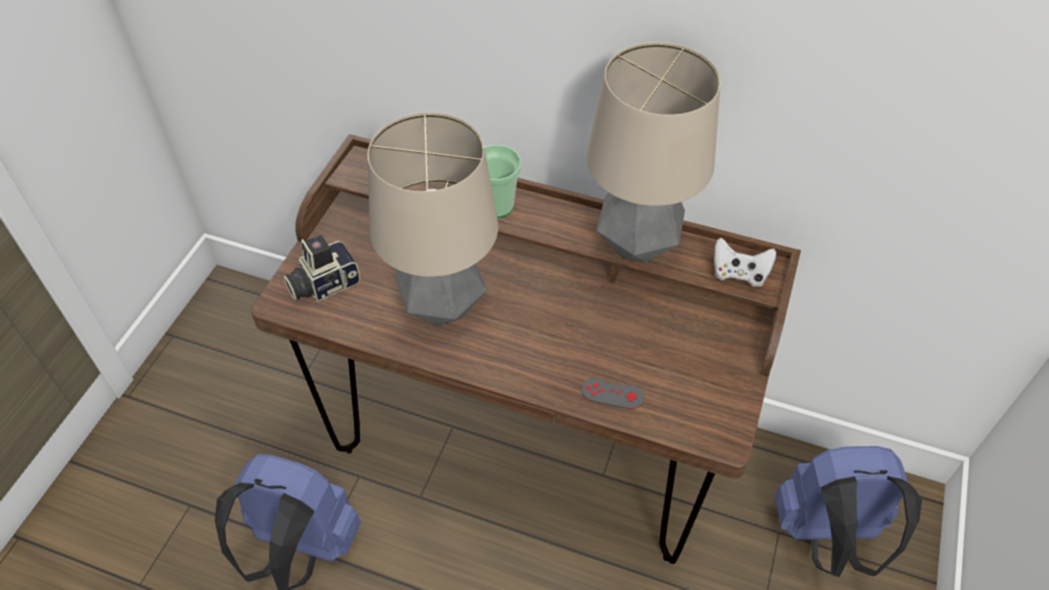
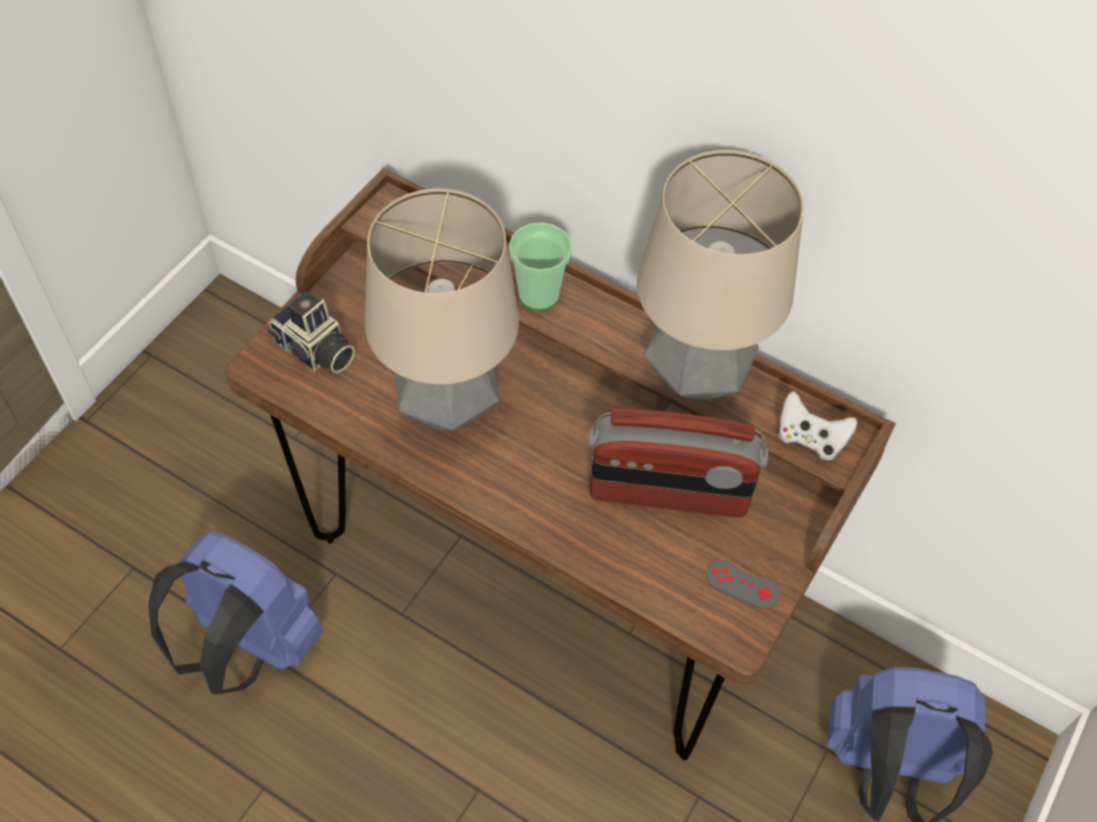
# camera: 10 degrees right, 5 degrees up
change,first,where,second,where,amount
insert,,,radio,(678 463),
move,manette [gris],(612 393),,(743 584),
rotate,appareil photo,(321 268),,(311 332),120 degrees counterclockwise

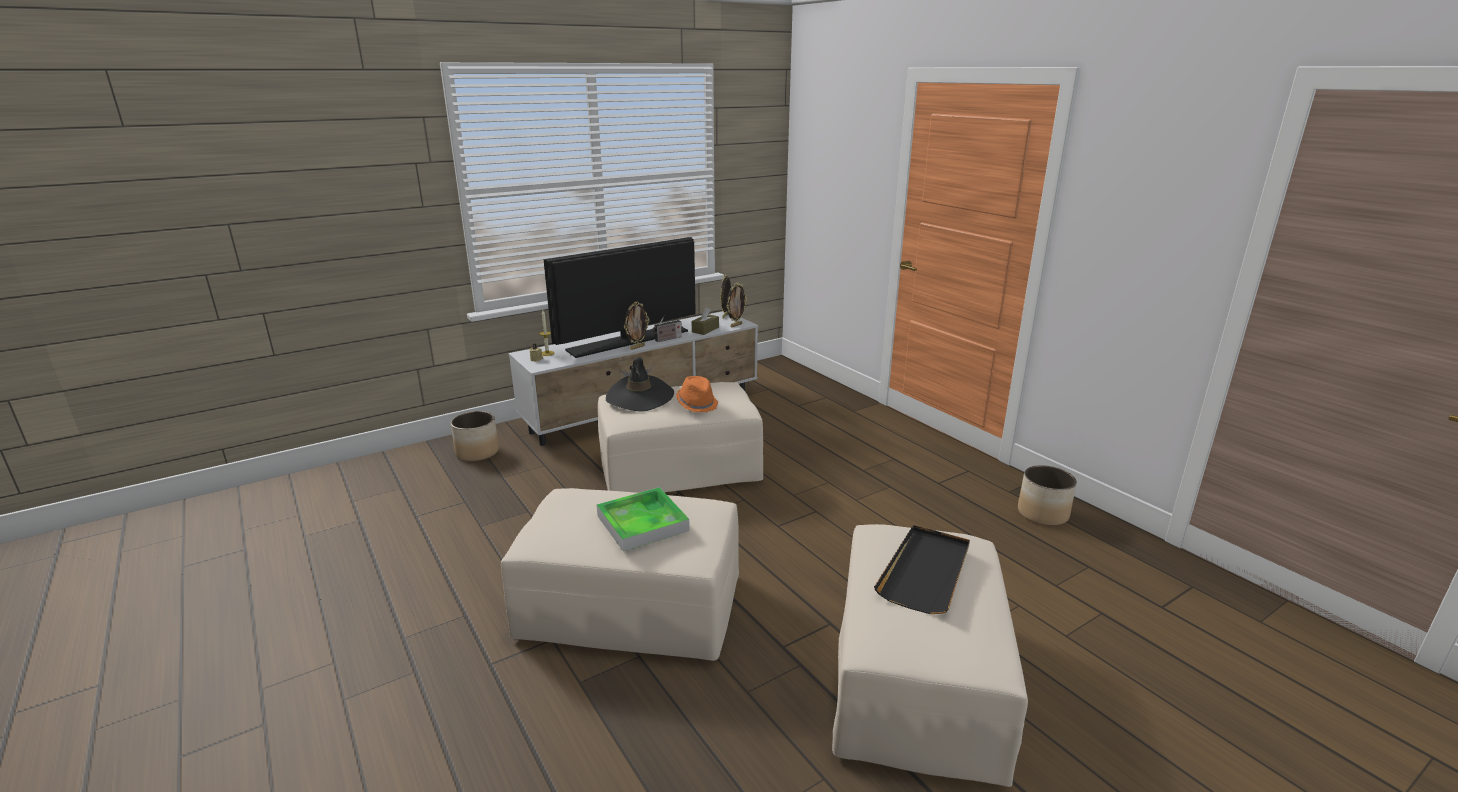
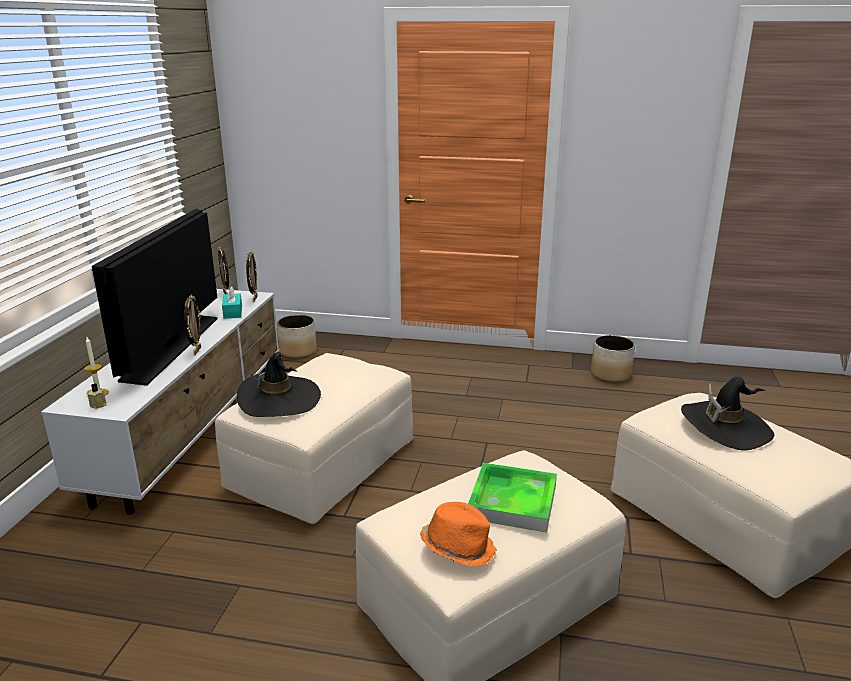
# camera: 45 degrees left, 0 degrees up
change,first,where,second,where,amount
delete,radio,(667 328),,,
move,cache-pot,(475 436),,(297 336),
move,chapeau [orange],(697 394),,(458 534),
replace,plateau [noir],(922 569),chapeau [noir],(727 413),
recolor,boîte à mouchoirs [marron],(705 321),boîte à mouchoirs [turquoise],(232 302),

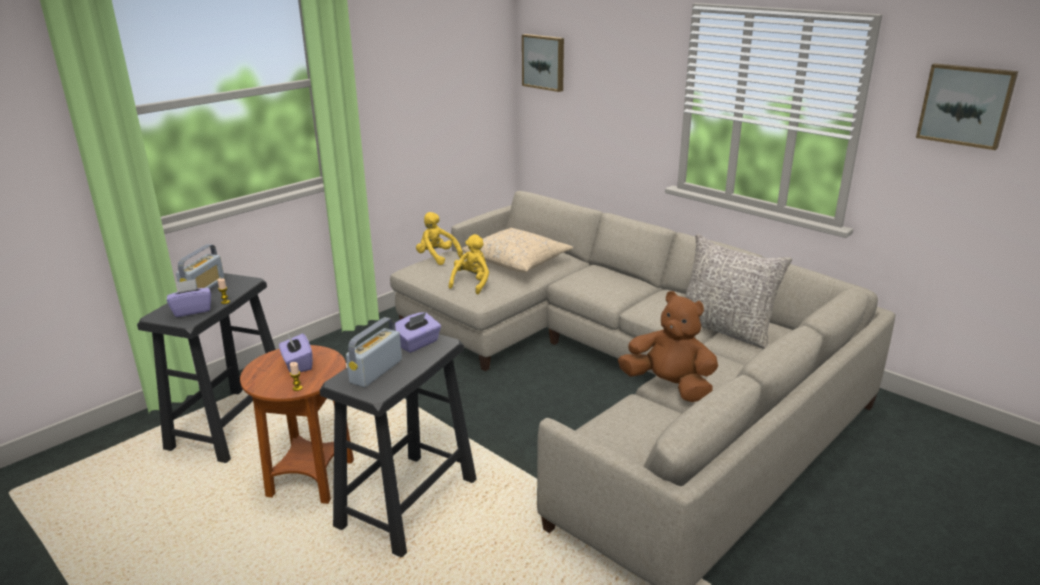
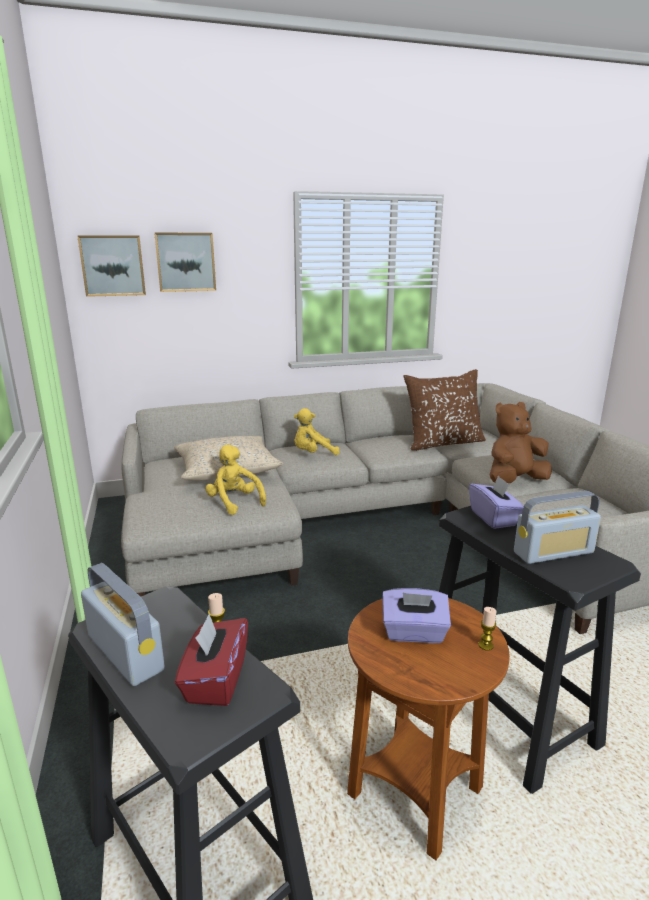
# camera: 60 degrees left, 5 degrees down
change,first,where,second,where,amount
move,peluche [jaune],(439 238),,(317 432),
move,tableau,(967 106),,(185 262),
recolor,boîte à mouchoirs [violet],(189 298),boîte à mouchoirs [rouge],(211 660),
recolor,coussin [gris],(738 291),coussin [marron],(444 410),
rotate,radio,(374 352),,(557 527),75 degrees counterclockwise

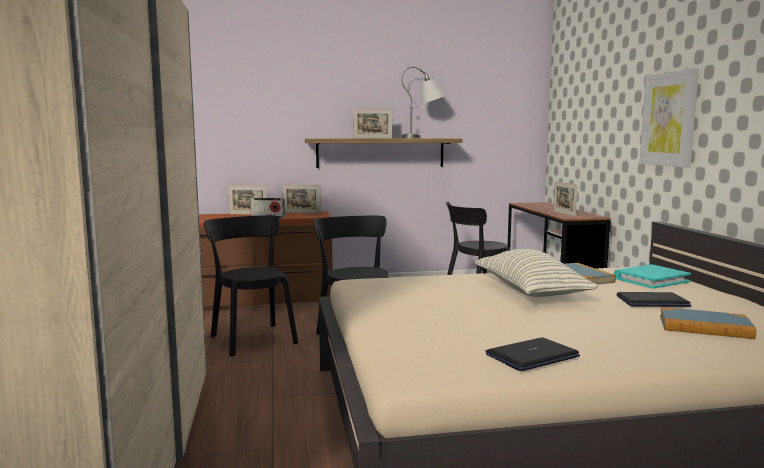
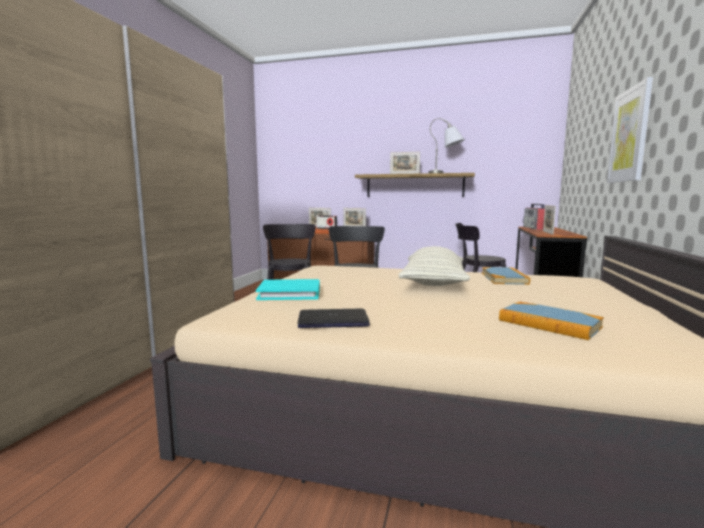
# camera: 25 degrees right, 0 degrees up
change,first,where,second,where,amount
delete,ordinateur portable,(654 299),,,
insert,,,radio,(534 216),
move,livre [turquoise],(652 276),,(288 289),

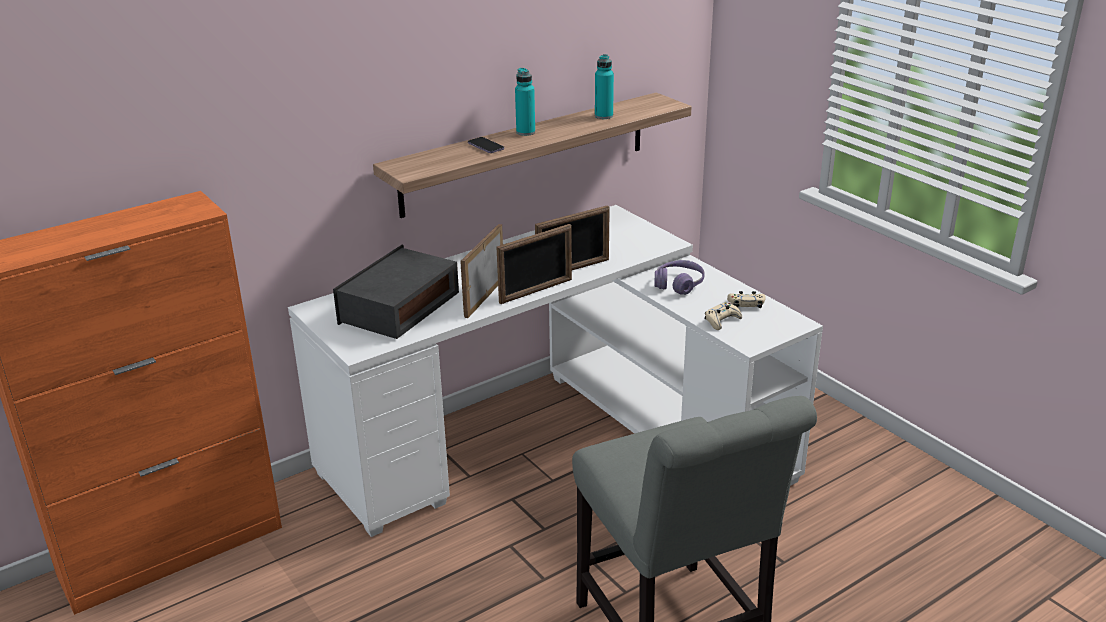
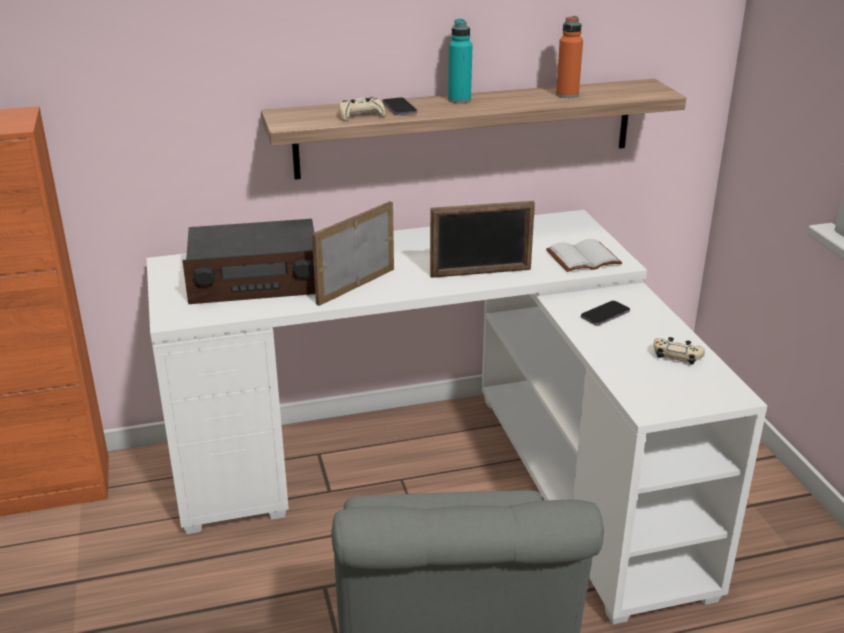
# camera: 20 degrees right, 0 degrees up
change,first,where,second,where,amount
delete,cadre photo,(534 264),,,
insert,,,livre [blanc],(584 255),
move,manette [beige],(723 316),,(362 109),
replace,casque audio [violet],(679 277),téléphone,(605 313),
recolor,bouteille [turquoise],(604 86),bouteille [orange],(569 57),
rotate,radio,(396 292),,(248 261),150 degrees counterclockwise

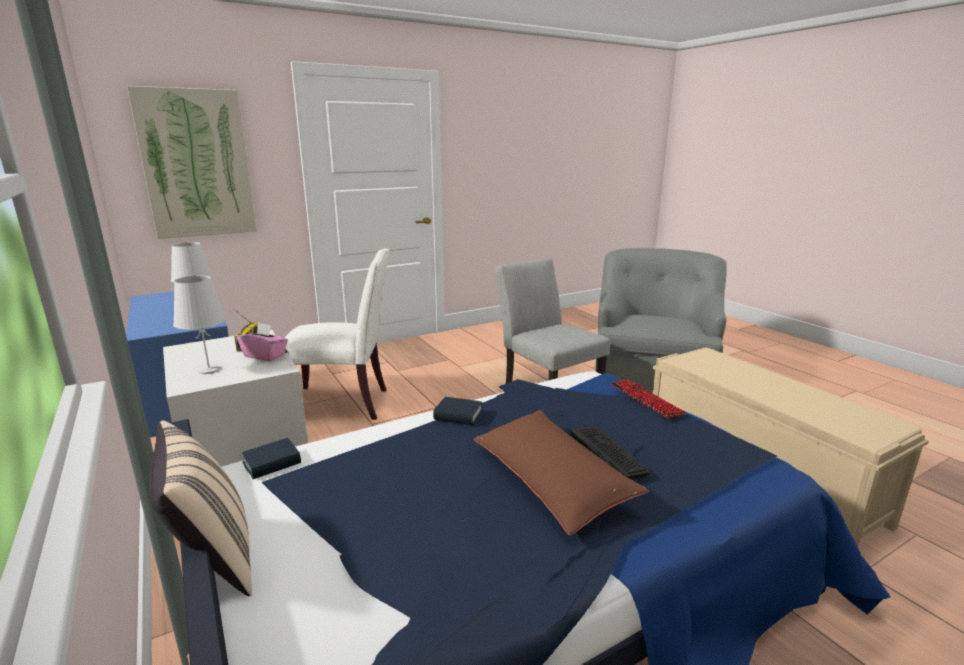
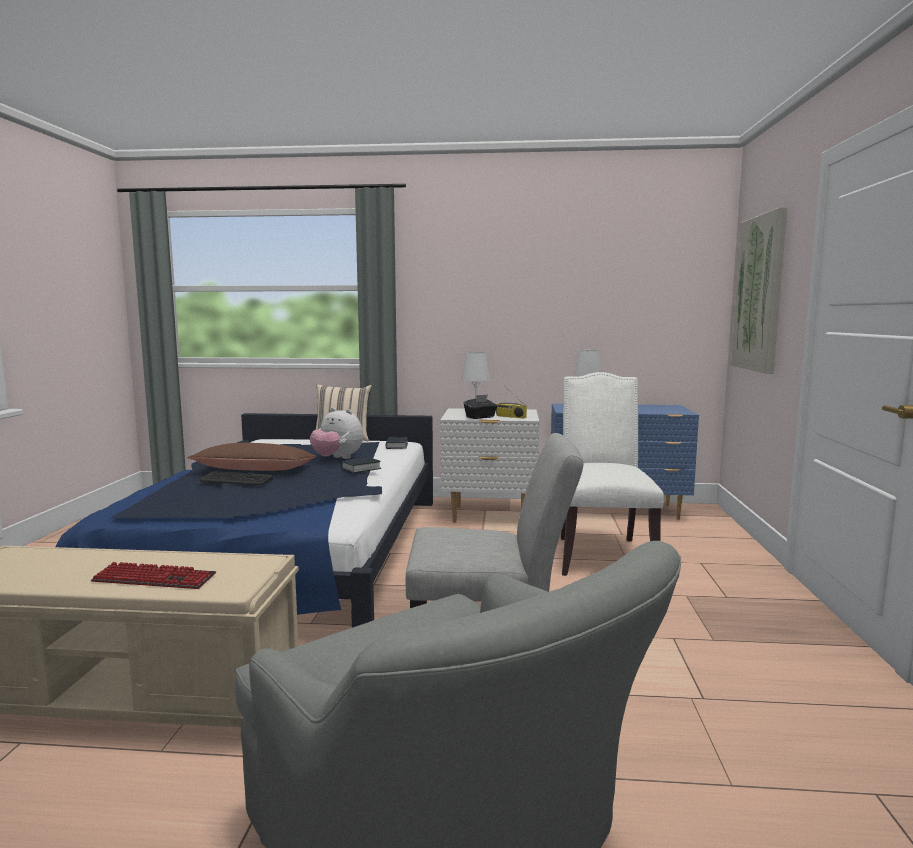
# camera: 125 degrees right, 10 degrees down
change,first,where,second,where,amount
insert,,,peluche,(336 433),
move,clavier,(648 399),,(153 575),
recolor,boîte à mouchoirs [rose],(262 342),boîte à mouchoirs [noir],(480 406),
rotate,chaise [blanc],(337 334),,(612 474),150 degrees clockwise

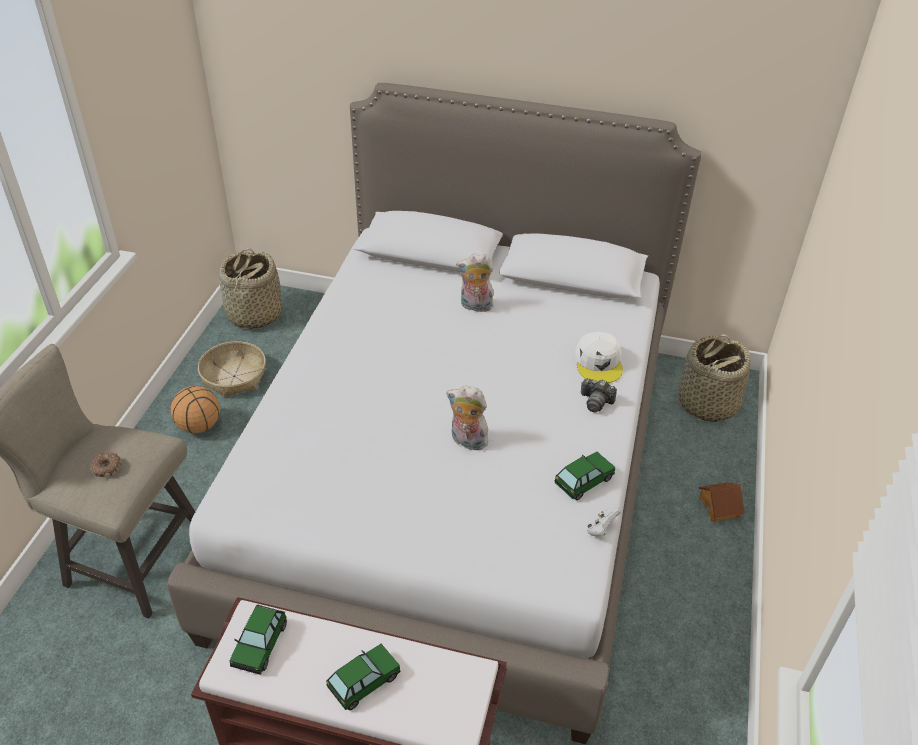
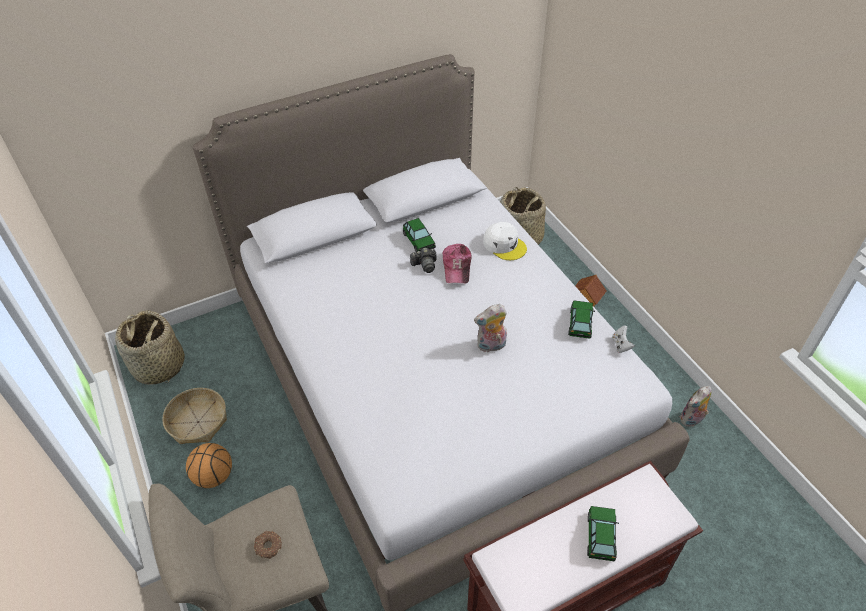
# camera: 40 degrees left, 5 degrees up
change,first,where,second,where,amount
insert,,,casquette,(457 264),
move,petite voiture,(258 639),,(419 235),
move,peluche,(475 283),,(695 406),
move,appareil photo,(599 395),,(423 260),

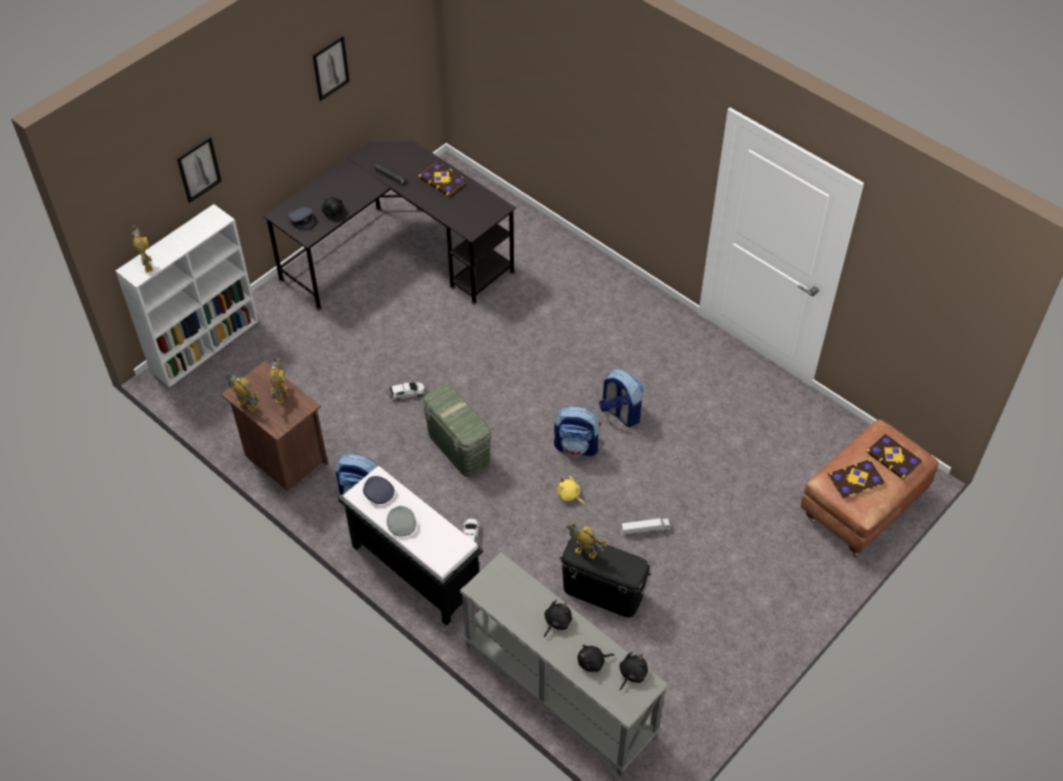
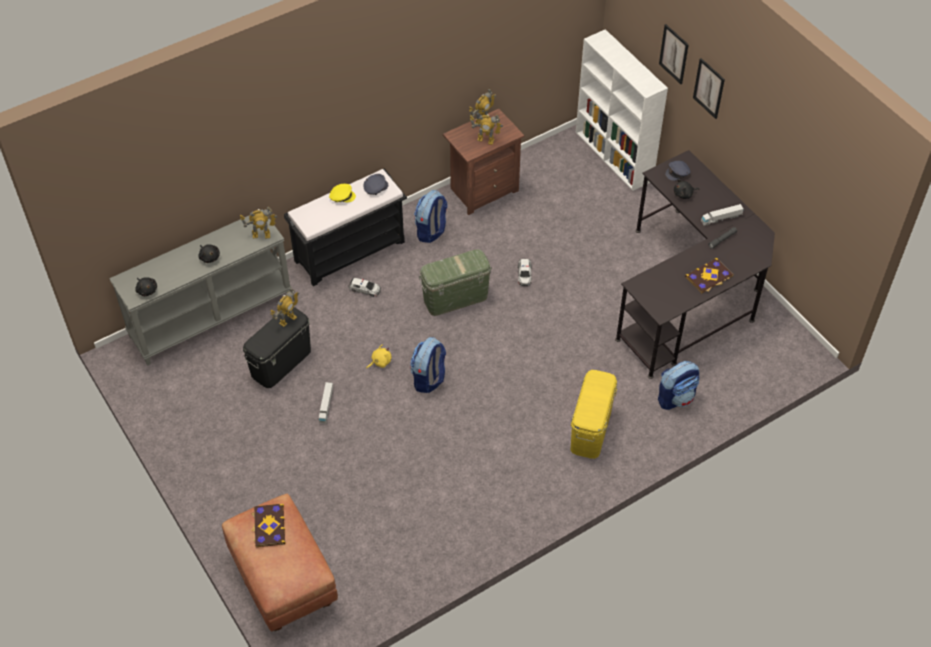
# camera: 105 degrees right, 0 degrees up
change,first,where,second,where,amount
delete,peluche [noir],(596 658),,,
delete,livre,(894 457),,,
insert,,,boîte de rangement [jaune],(594 414),
insert,,,camion jouet,(722 215),
move,robot jouet,(142 249),,(258 223),
move,tableau,(331 68),,(709 88),
move,sac à dos,(621 398),,(678 385),
recolor,casquette [gris],(401 521),casquette [jaune],(342 193),

